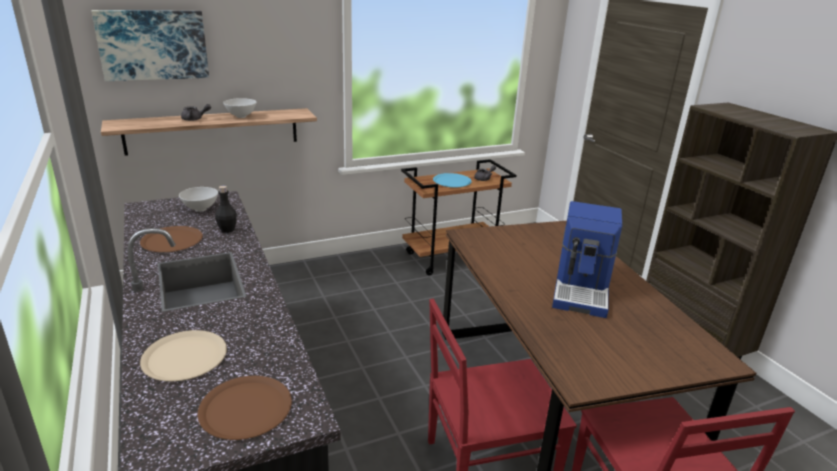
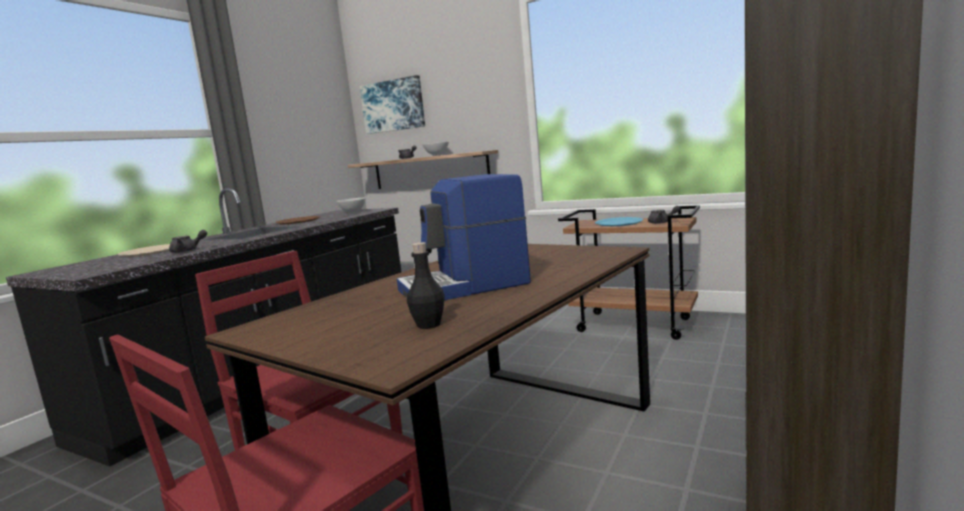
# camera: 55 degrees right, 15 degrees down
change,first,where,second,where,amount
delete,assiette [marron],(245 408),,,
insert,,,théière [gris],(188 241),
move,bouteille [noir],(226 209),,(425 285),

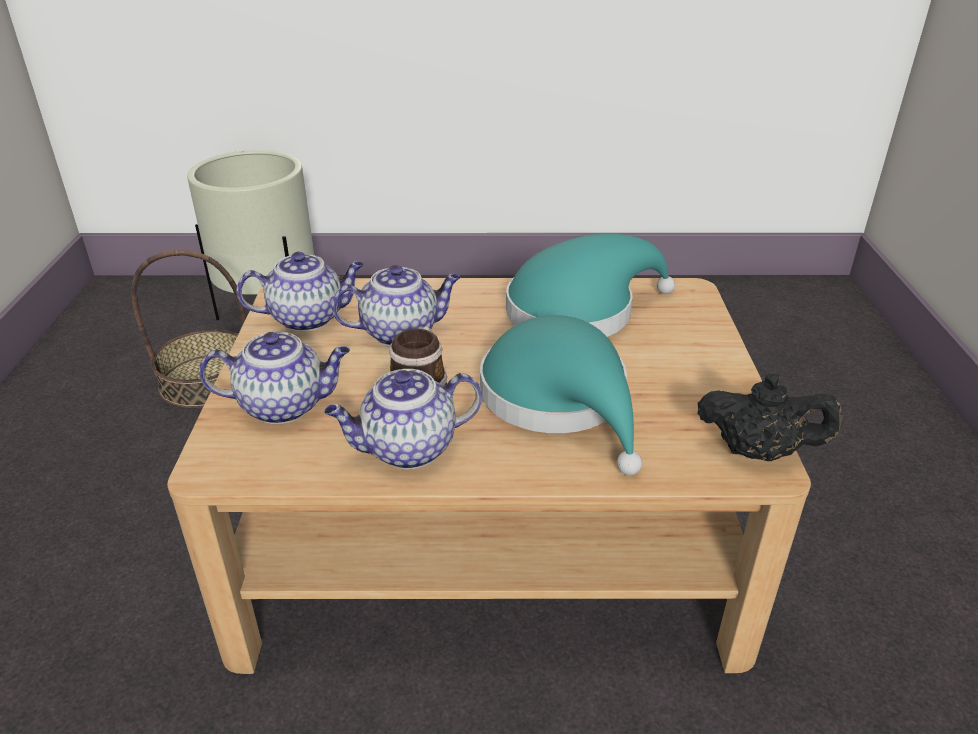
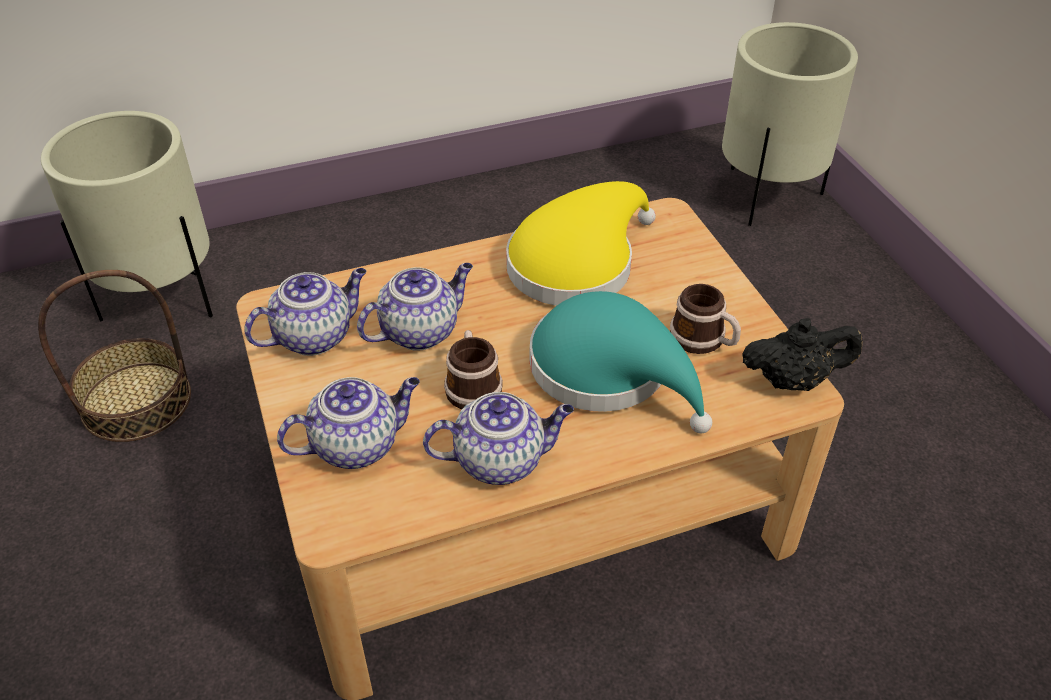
# camera: 20 degrees left, 10 degrees up
change,first,where,second,where,amount
insert,,,mug,(705 319),
insert,,,cache-pot [beige],(790 124),
recolor,chapeau [turquoise],(590 285),chapeau [jaune],(581 243),
rotate,théière,(403 419),,(498 438),150 degrees counterclockwise

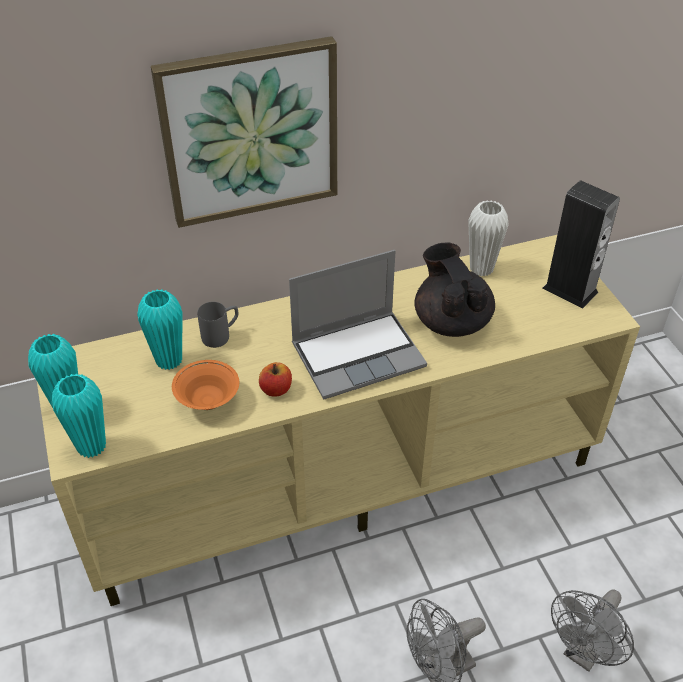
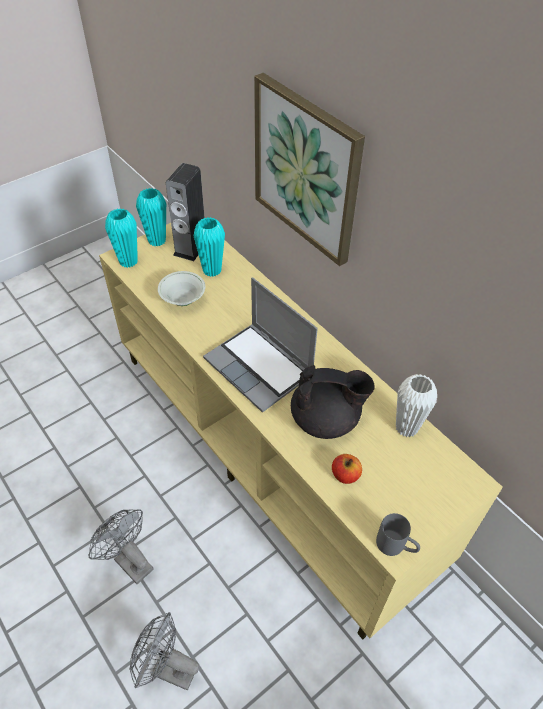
# camera: 70 degrees right, 5 degrees up
change,first,where,second,where,amount
move,mug [gris],(217 325),,(398 534),
move,pomme,(275 379),,(347 469),
move,enceinte,(581 244),,(185 212),
recolor,bol [orange],(205 385),bol [blanc],(181 288),
rotate,théière [noir],(455 289),,(333 402),45 degrees clockwise

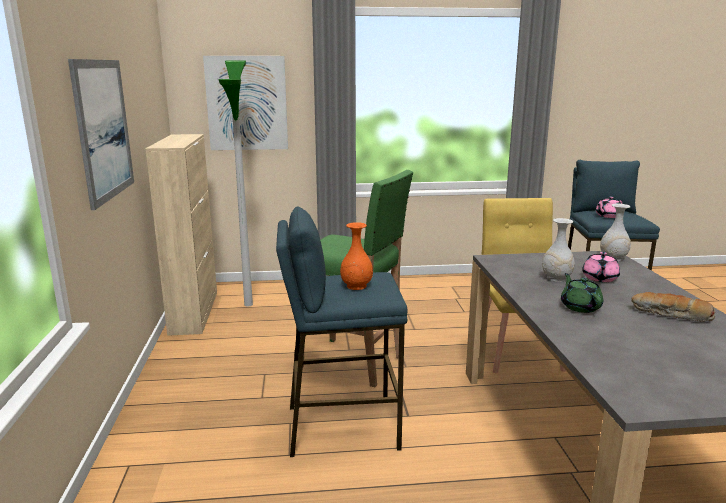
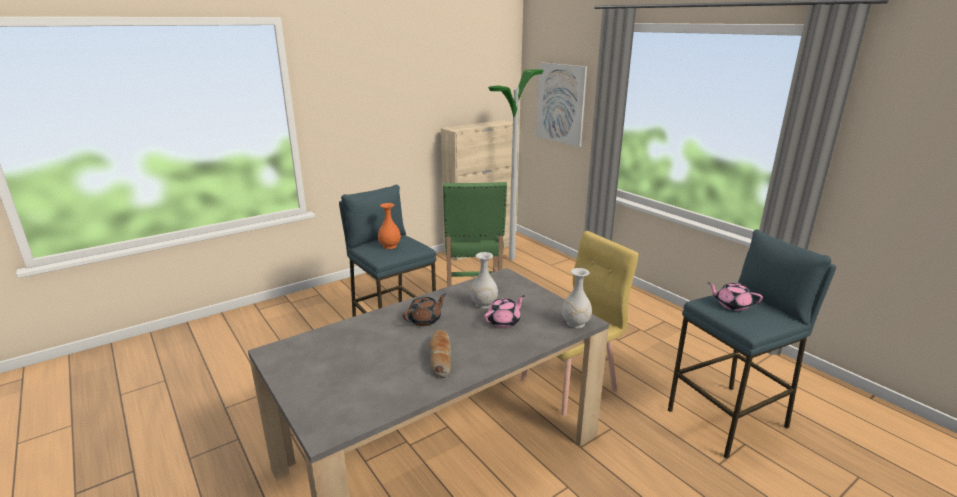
# camera: 60 degrees right, 5 degrees up
change,first,where,second,where,amount
delete,tableau,(101 134),,,
recolor,théière [vert],(582 293),théière [marron],(424 309),
rotate,théière [rose],(601 267),,(504 311),150 degrees clockwise

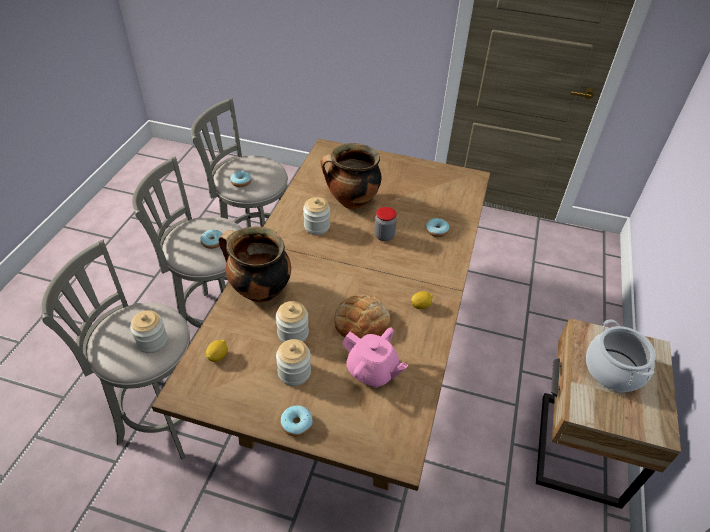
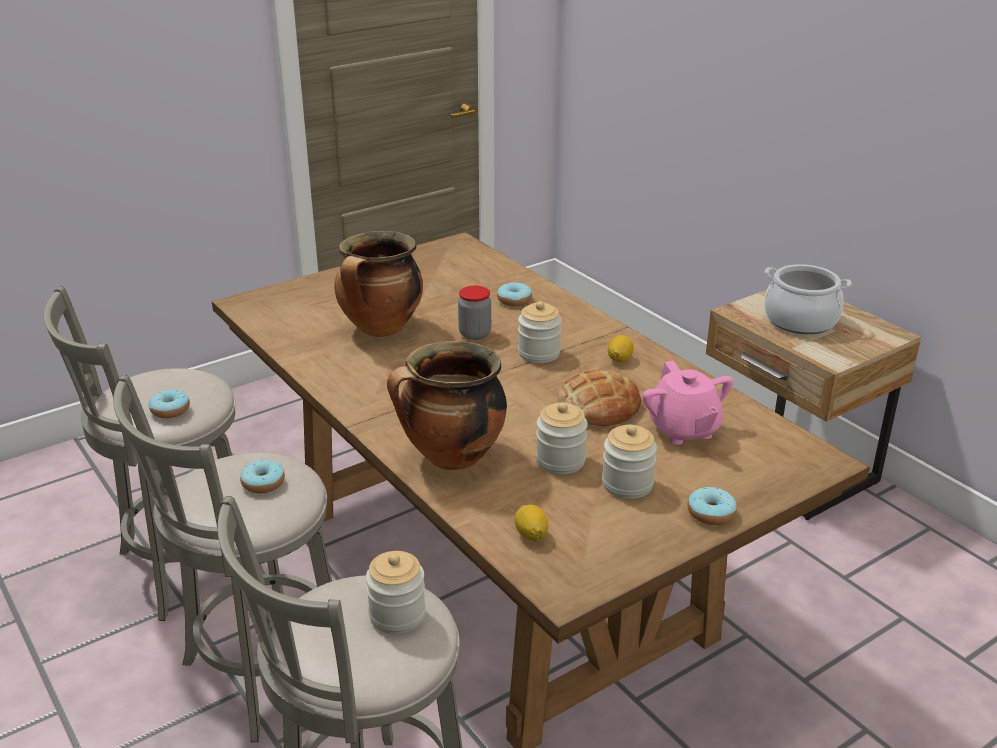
# camera: 50 degrees left, 15 degrees down
change,first,where,second,where,amount
move,bocal,(316 216),,(540 332),
rotate,théière [rose],(375 358),,(687 403),90 degrees clockwise

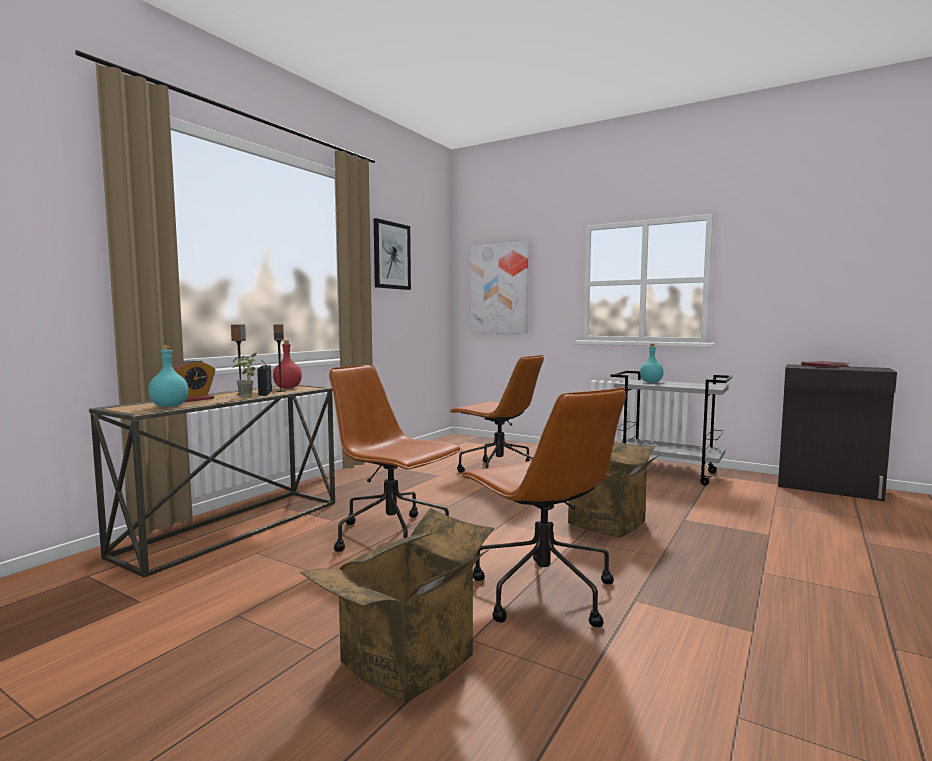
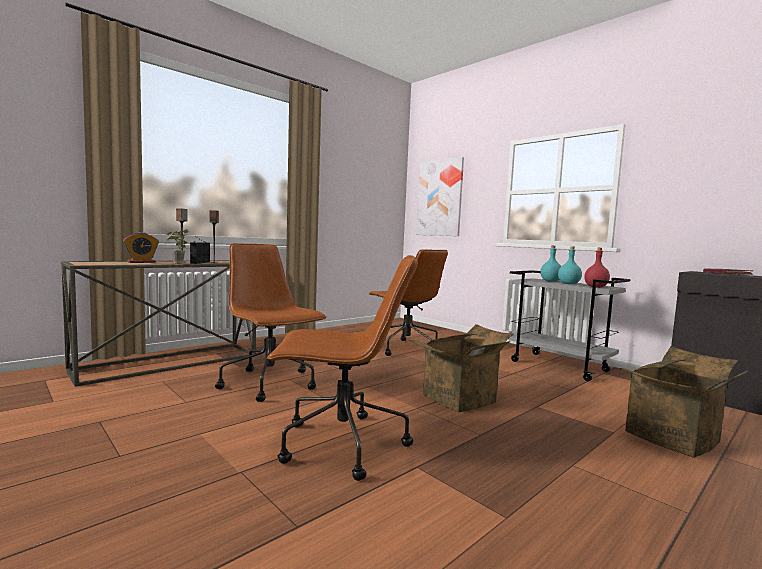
# camera: 15 degrees right, 0 degrees up
change,first,where,second,where,amount
delete,tableau,(392 254),,,
move,bouteille [turquoise],(168 376),,(570 265),
move,bouteille [rouge],(287 364),,(597 268),
move,carton,(397 605),,(683 402),
rotate,chaise de bureau [marron],(543 507),,(342 368),75 degrees counterclockwise

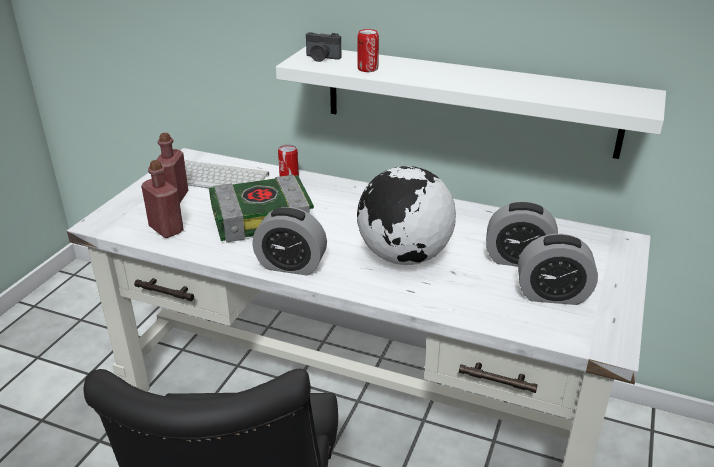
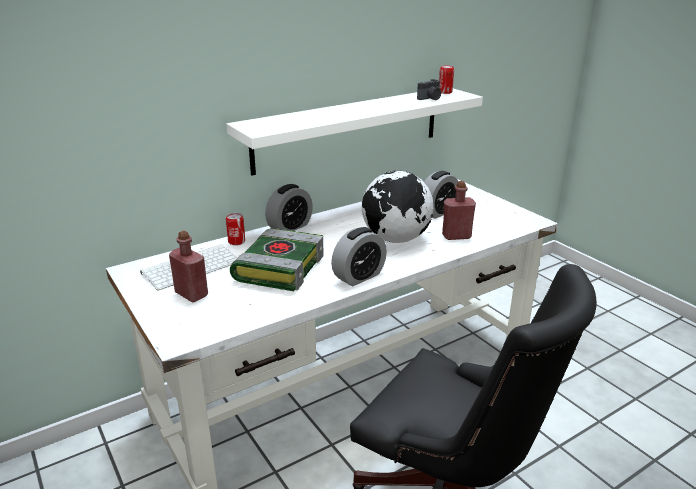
# camera: 55 degrees left, 5 degrees down
change,first,where,second,where,amount
move,bouteille [rouge],(162 199),,(459 210),
move,appareil photo,(323 47),,(429 89),
move,boîte métallique,(368 50),,(446 80),
move,réveil,(558 269),,(289 207),

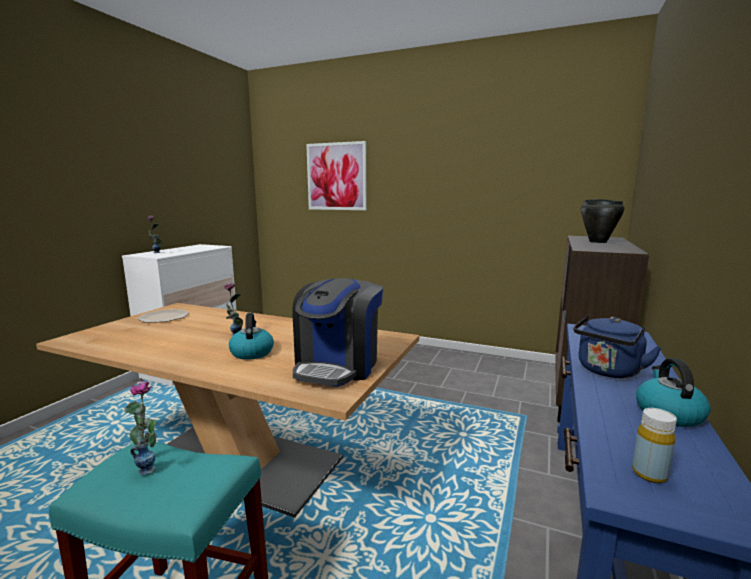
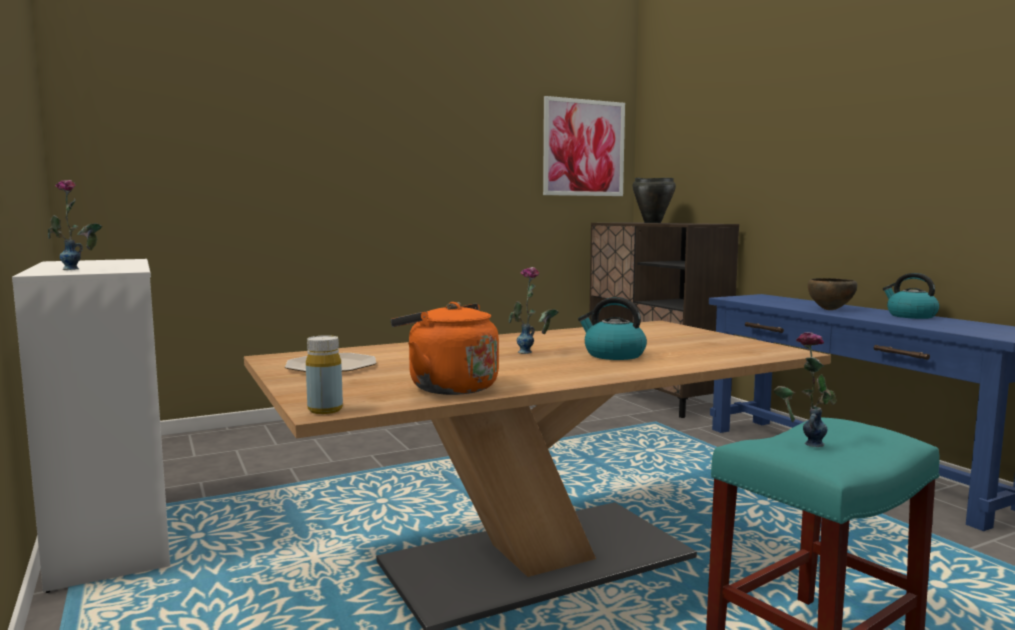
# camera: 50 degrees left, 5 degrees down
change,first,where,second,where,amount
delete,machine à café,(337 332),,,
insert,,,bouilloire [orange],(445 348),
move,tableau,(336 175),,(584 146),
move,bouteille [jaune],(654 445),,(324 374),
replace,bouilloire [bleu],(618 346),bol [marron],(832 294),

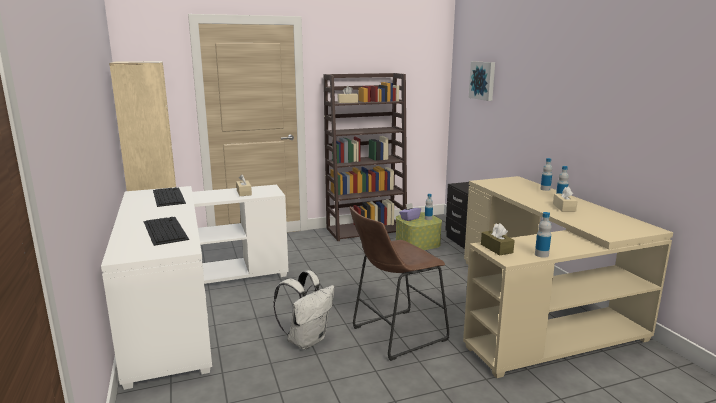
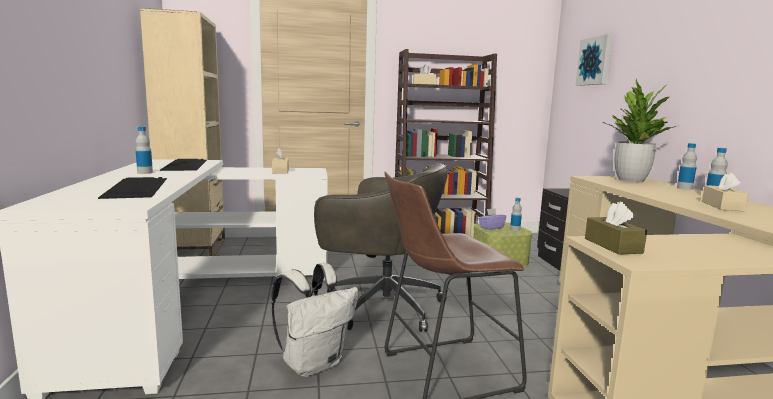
# camera: 10 degrees right, 5 degrees down
change,first,where,second,where,amount
insert,,,chaise de bureau [gris],(381 247),
insert,,,plante en pot,(639 130),
move,bouteille,(543 235),,(144 150),

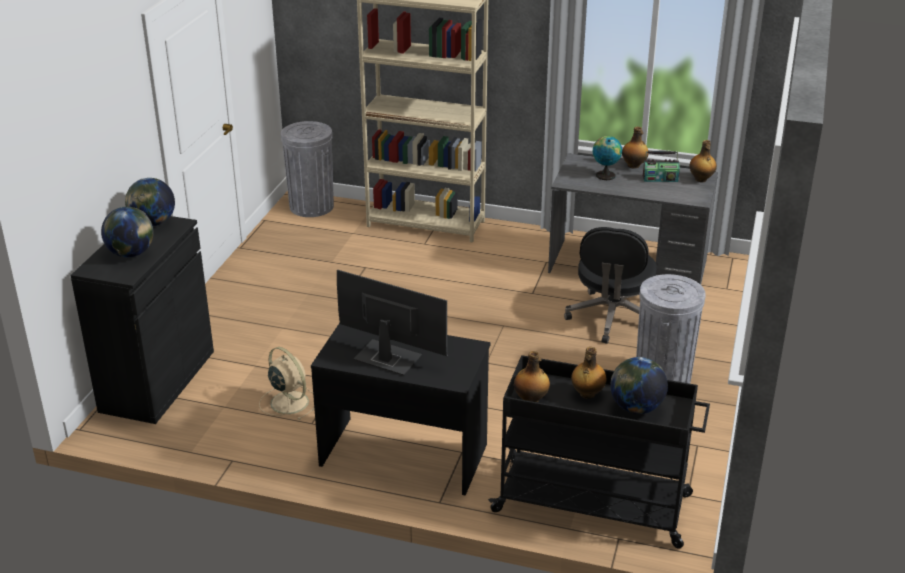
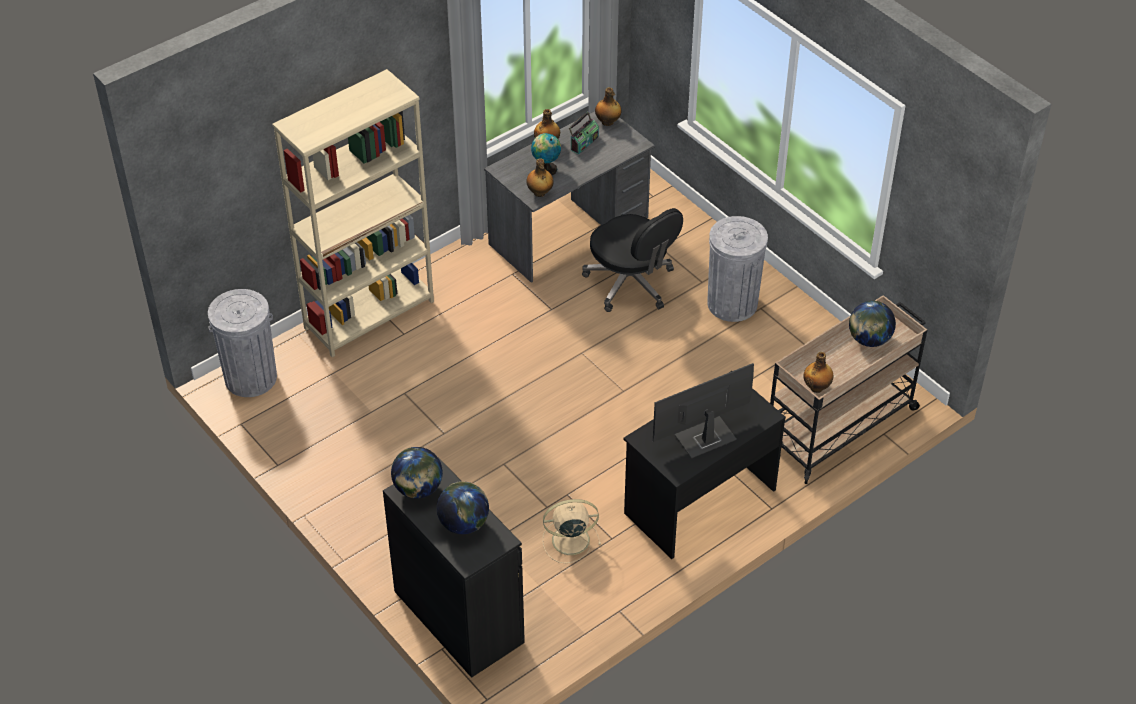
# camera: 55 degrees left, 15 degrees up
change,first,where,second,where,amount
move,bouteille,(589 373),,(540 177),
recolor,chariot [noir],(599 452),chariot [beige],(848 389),

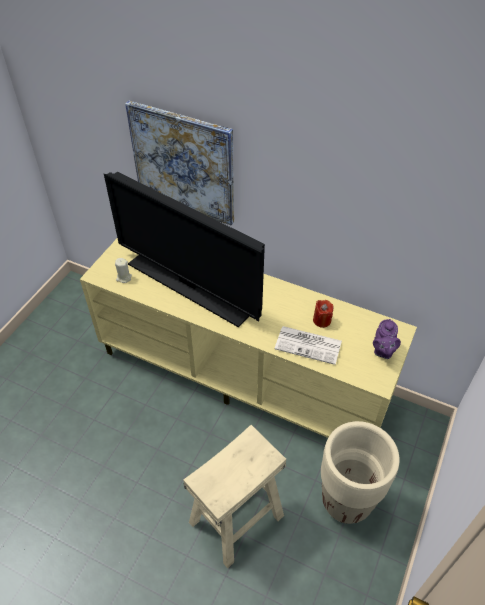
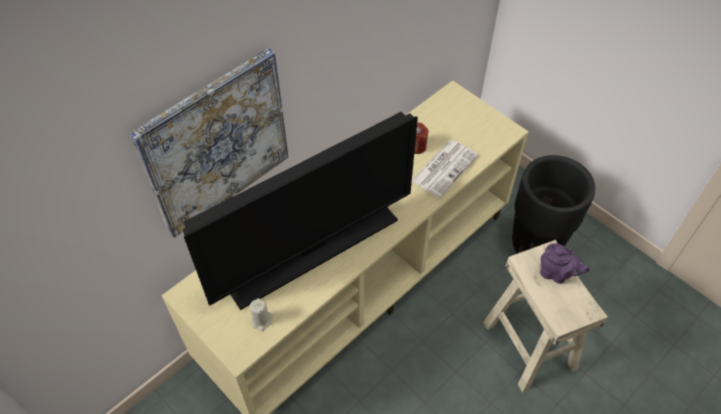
# camera: 70 degrees left, 5 degrees up
change,first,where,second,where,amount
move,théière [violet],(387 339),,(565 264),
recolor,cache-pot [beige],(360 472),cache-pot [noir],(553 204),

